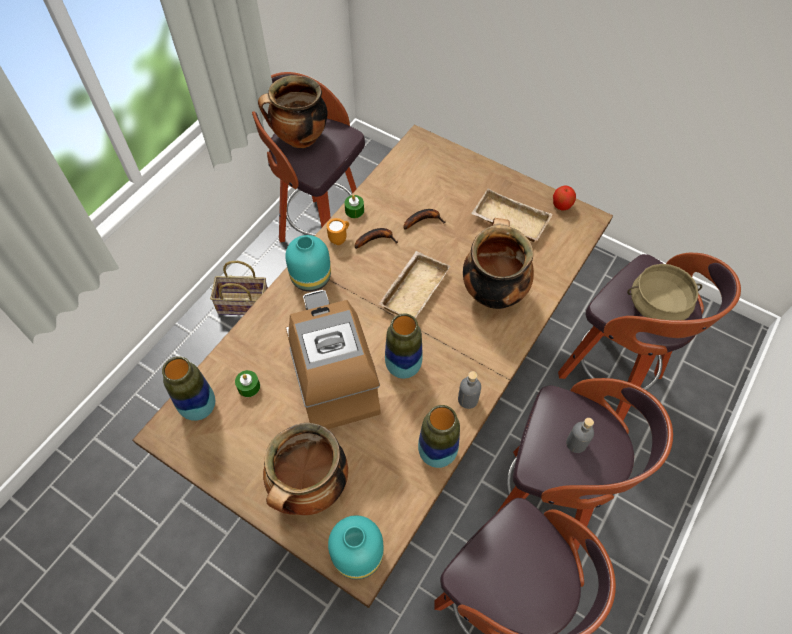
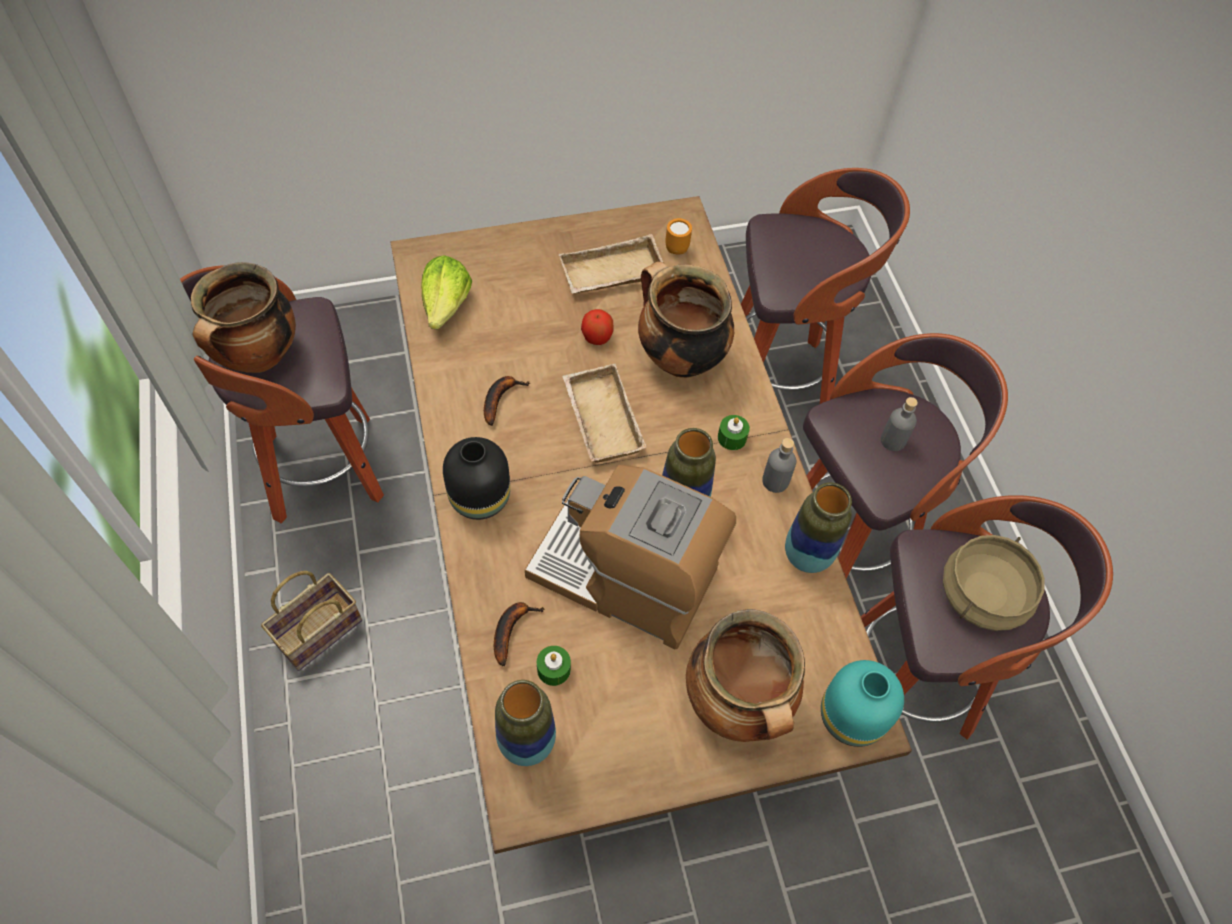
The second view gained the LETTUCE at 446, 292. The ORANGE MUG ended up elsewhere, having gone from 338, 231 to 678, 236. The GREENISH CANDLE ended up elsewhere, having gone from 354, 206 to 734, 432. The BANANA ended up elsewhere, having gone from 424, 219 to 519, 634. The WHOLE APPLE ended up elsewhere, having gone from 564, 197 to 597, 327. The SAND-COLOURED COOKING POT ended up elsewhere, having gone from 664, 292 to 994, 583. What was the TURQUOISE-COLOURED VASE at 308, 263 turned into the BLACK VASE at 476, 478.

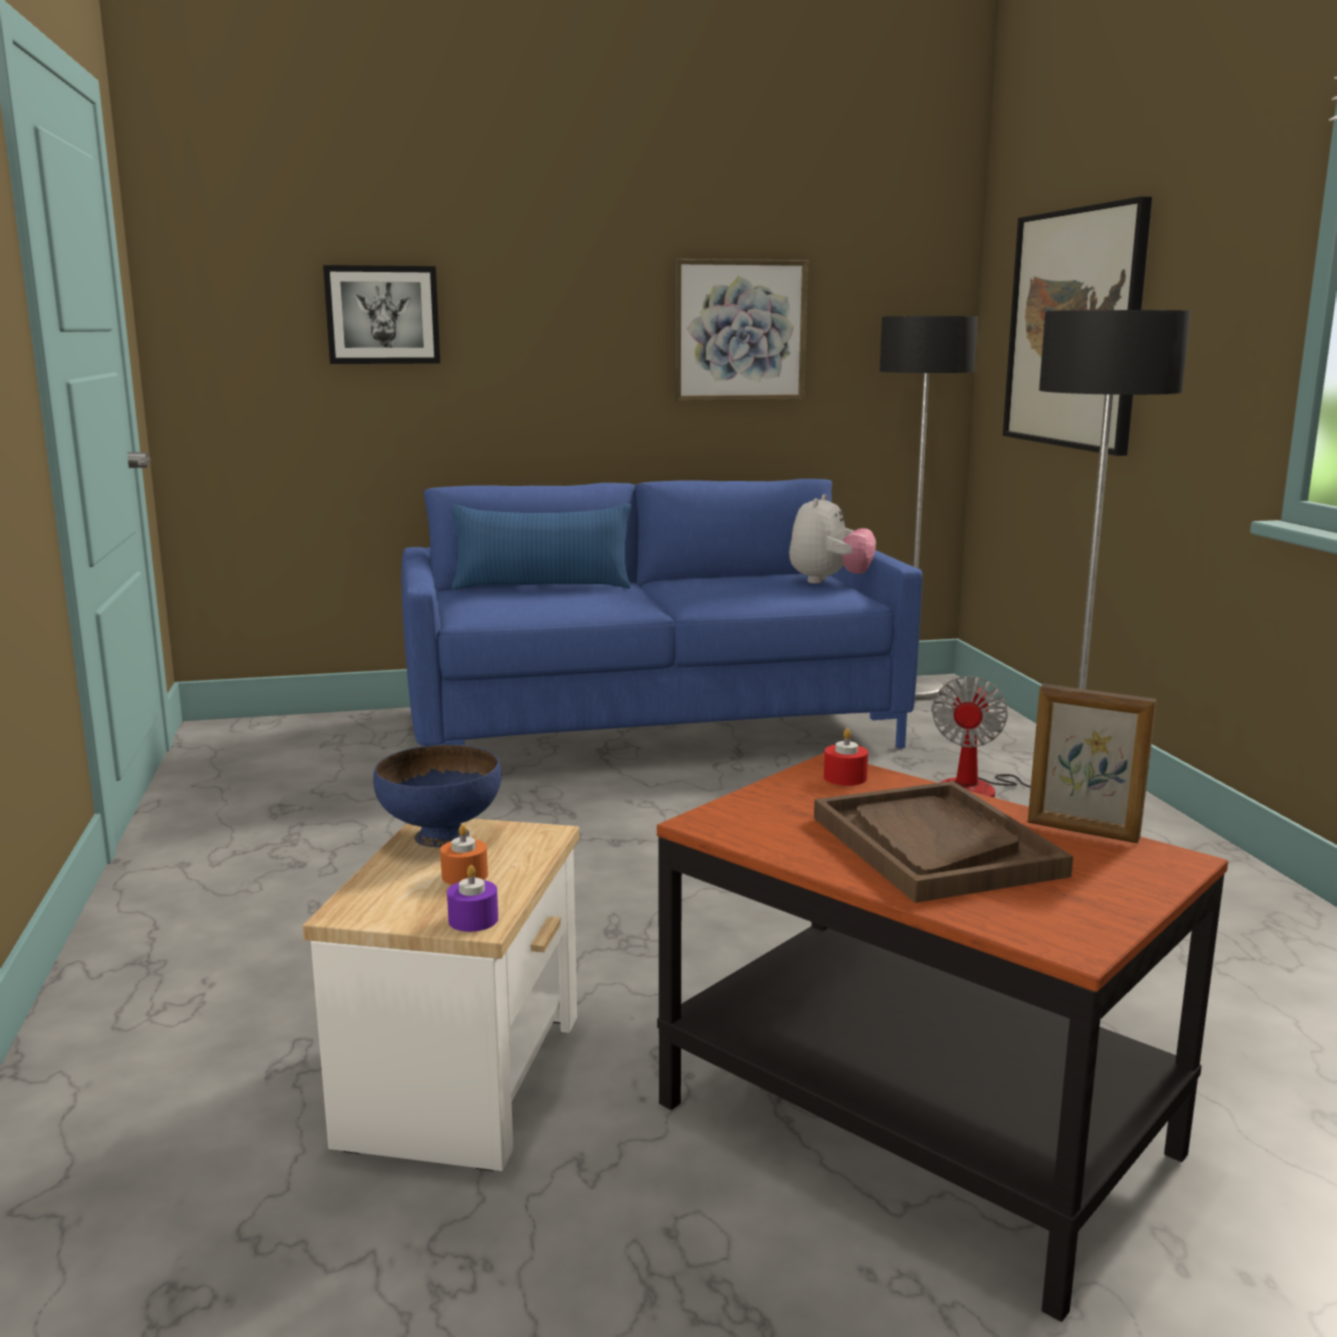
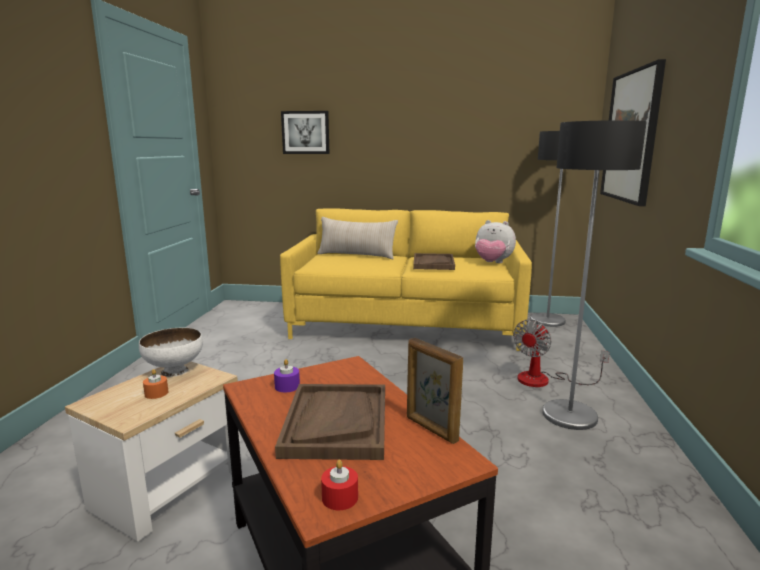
The second view lost the WALL ART at 741, 330. The second view gained the BROWN SERVING TRAY at 434, 261. The PURPLISH CANDLE ended up elsewhere, having gone from 472, 898 to 287, 375. The REDDISH CANDLE ended up elsewhere, having gone from 846, 757 to 339, 485. What was the BLUE-COLOURED BOWL at 437, 795 turned into the WHITE-COLOURED BOWL at 171, 352. What was the BLUE-COLOURED SOFA at 661, 614 turned into the YELLOW SOFA at 406, 279. What was the BLUE-COLOURED CUSHION at 541, 547 turned into the SAND-COLOURED CUSHION at 358, 238. The SOFT TOY at 832, 539 ended up facing another way, 75 degrees clockwise from before.

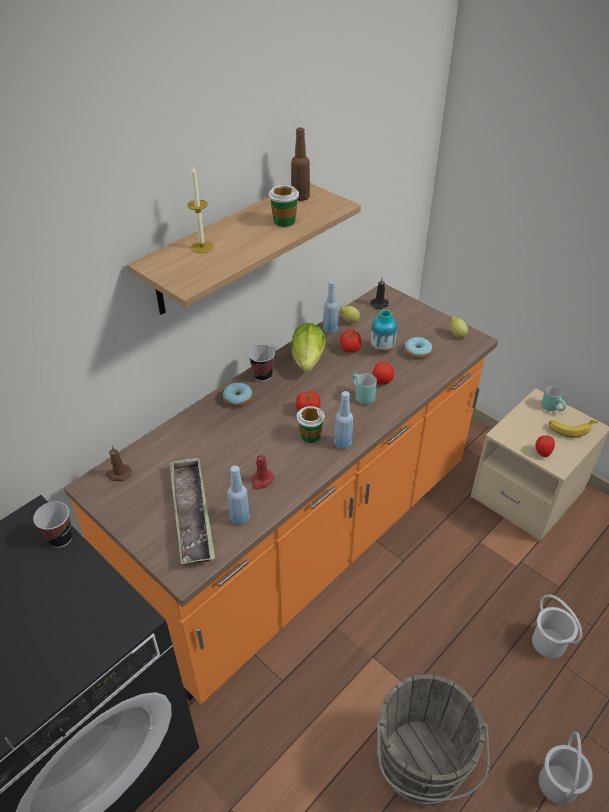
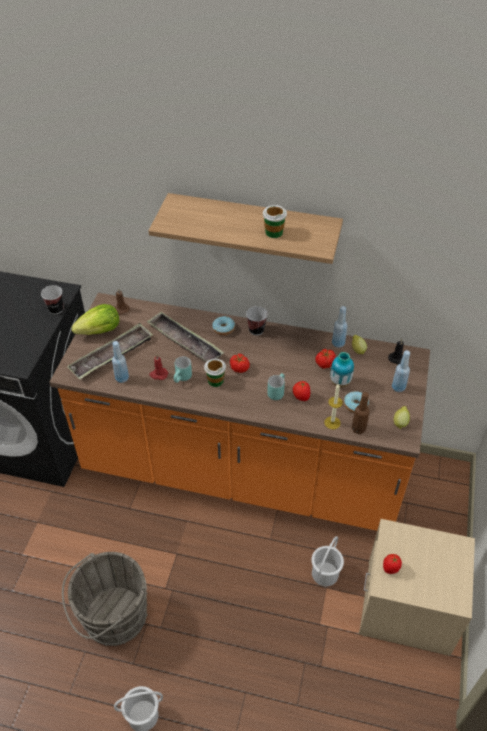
The second view lost the BANANA at 573, 429. The second view gained the SERVING TRAY at 185, 337. The CANDLE ended up elsewhere, having gone from 200, 209 to 333, 406. The BROWN DRINK BOTTLE ended up elsewhere, having gone from 300, 164 to 361, 413. The LETTUCE ended up elsewhere, having gone from 309, 347 to 95, 319. The BLUE-COLOURED DRINK BOTTLE ended up elsewhere, having gone from 343, 420 to 401, 371. The WHITE-COLOURED PAIL ended up elsewhere, having gone from 557, 626 to 327, 561. The TURQUOISE-COLOURED MUG ended up elsewhere, having gone from 553, 398 to 183, 369.

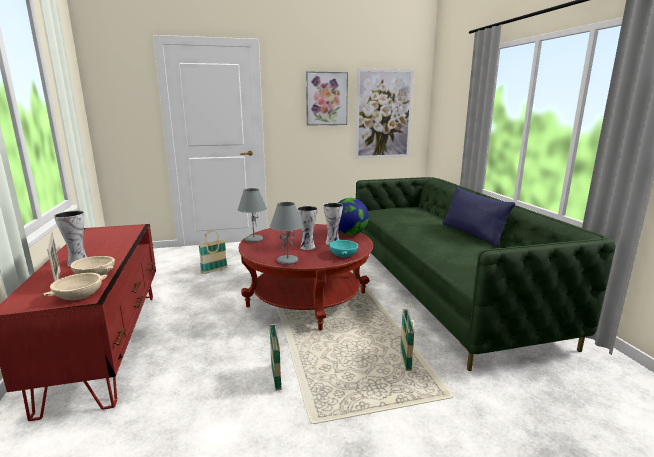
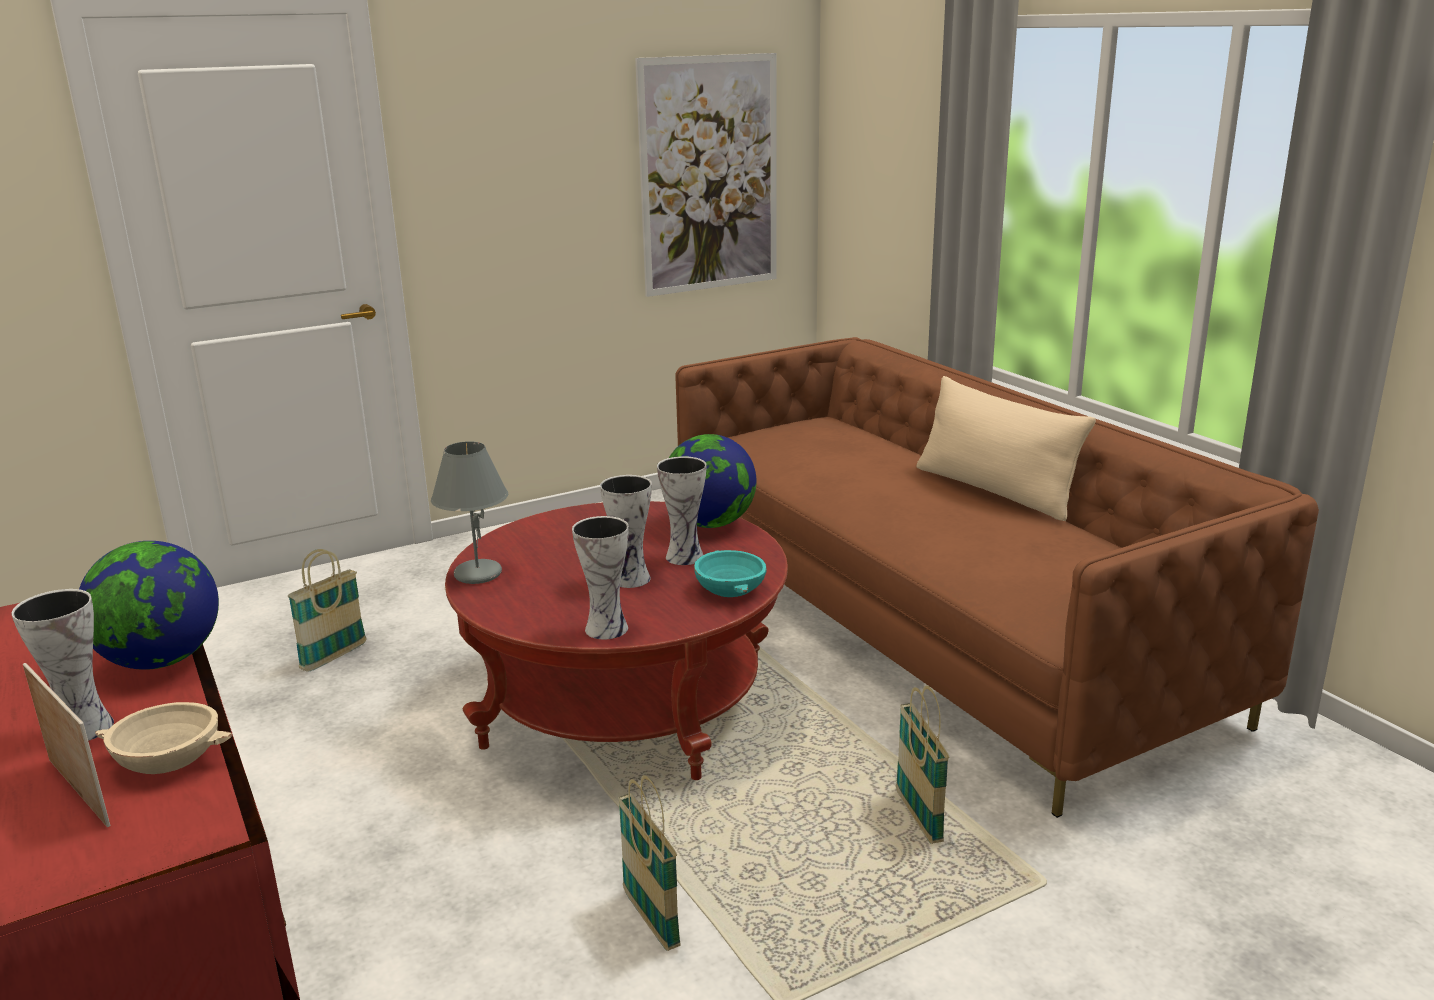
The second view lost the SAND-COLOURED BOWL at 75, 286. The second view lost the WALL ART at 327, 98. The second view gained the GLOBE at 149, 605. Where the GREY TABLE LAMP stood at 286, 233, the VASE came to stand at 600, 577. What was the GREENISH SOFA at 486, 274 turned into the BROWN SOFA at 997, 577. What was the BLUE-COLOURED CUSHION at 479, 217 turned into the SAND-COLOURED CUSHION at 1006, 448.

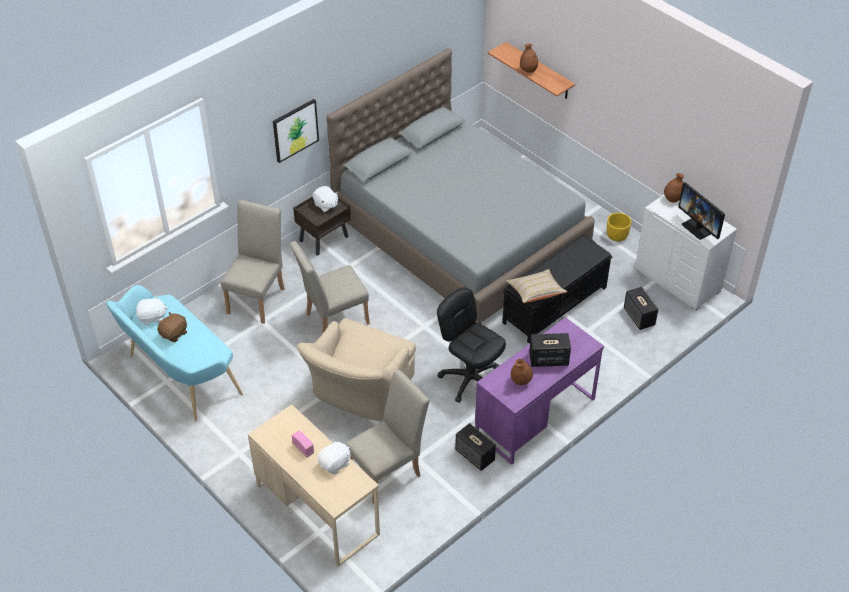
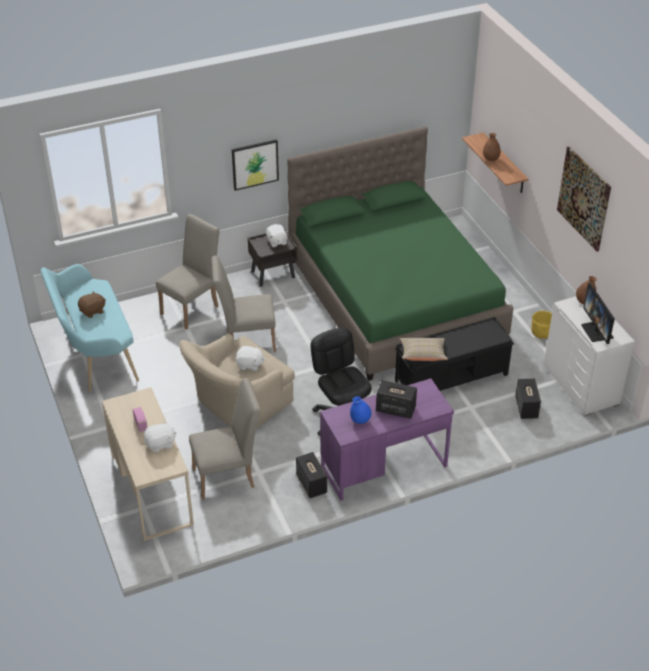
The second view gained the WALL ART at 584, 199. The WHITE-COLOURED SOFT TOY ended up elsewhere, having gone from 152, 310 to 250, 358. What was the GREY BED at 461, 186 turned into the GREENISH BED at 400, 253. What was the BROWN VASE at 522, 372 turned into the BLUE-COLOURED VASE at 360, 410.

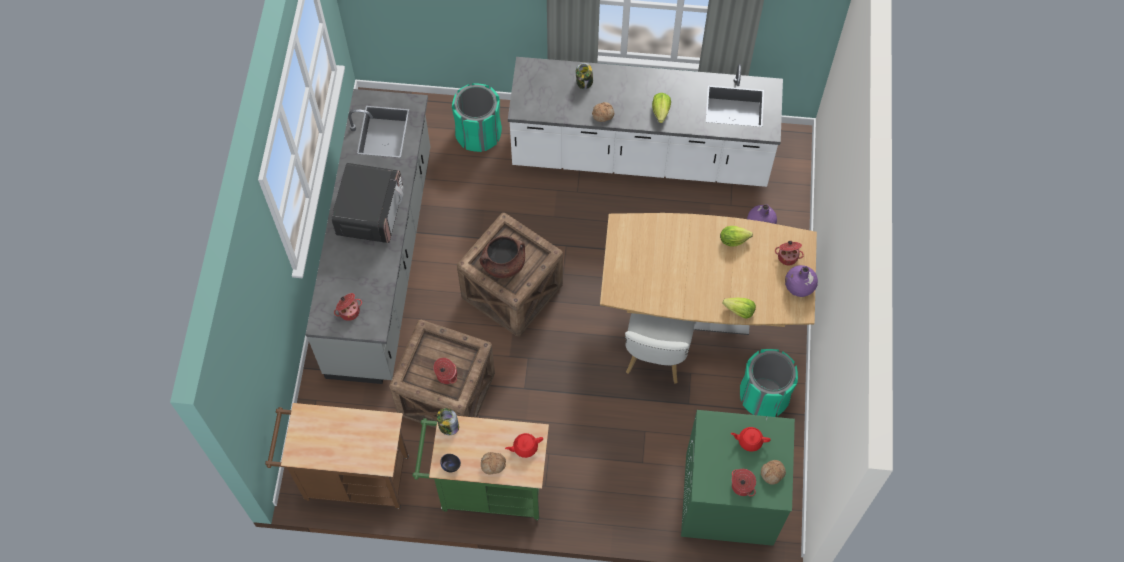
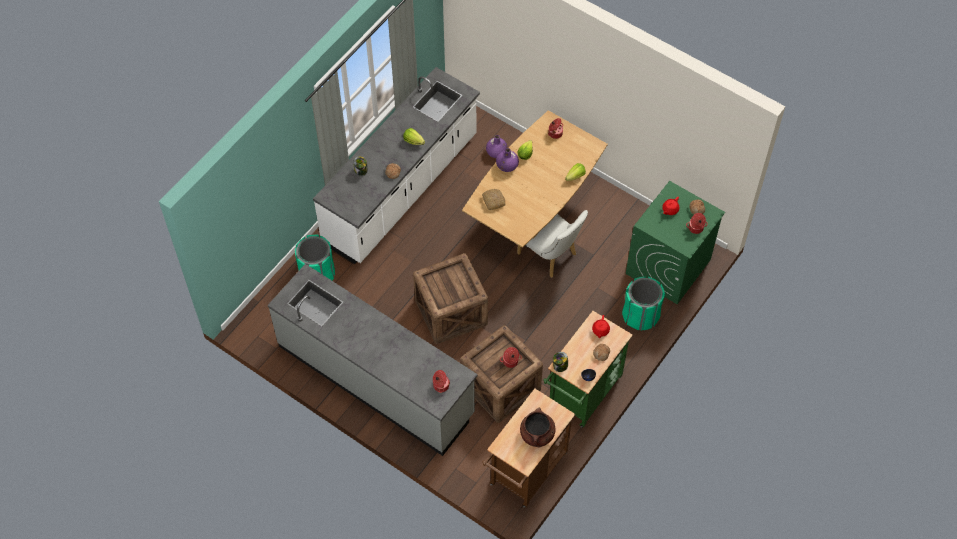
The second view lost the MICROWAVE OVEN at 367, 203. The second view gained the BAKED BREAD at 494, 199. The BROWN COOKING POT ended up elsewhere, having gone from 502, 257 to 538, 428. The GREENISH WASTE BIN ended up elsewhere, having gone from 769, 383 to 643, 303. The PURPLISH VASE ended up elsewhere, having gone from 801, 281 to 507, 160.

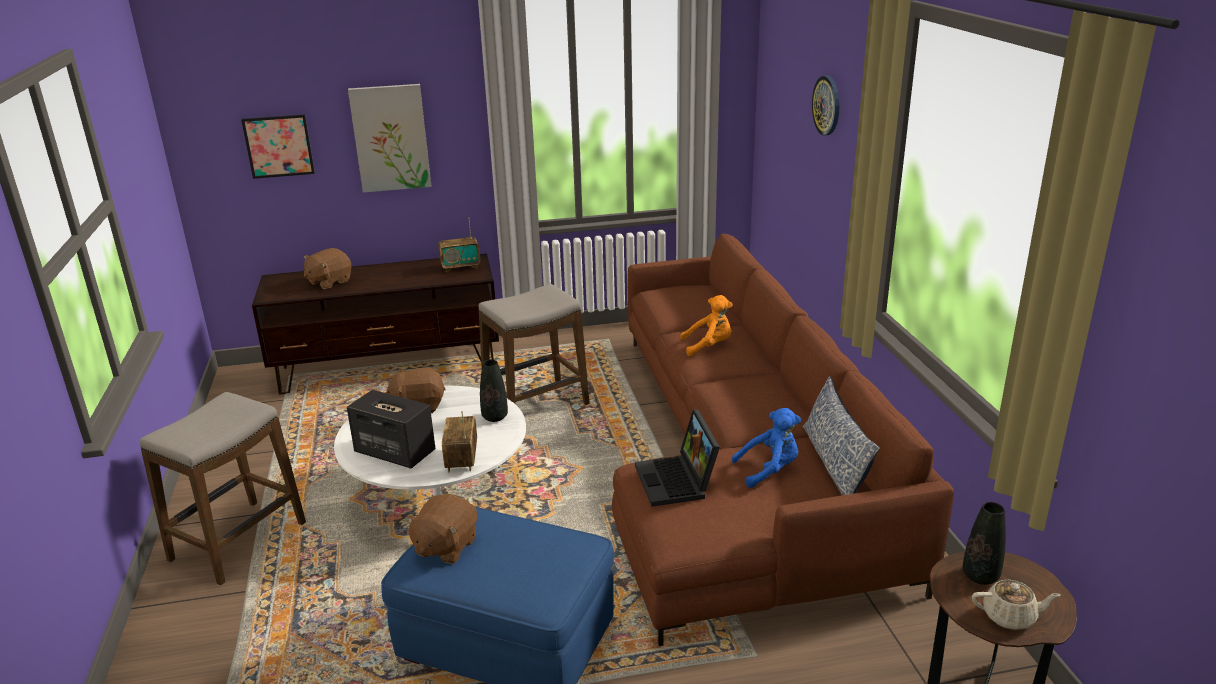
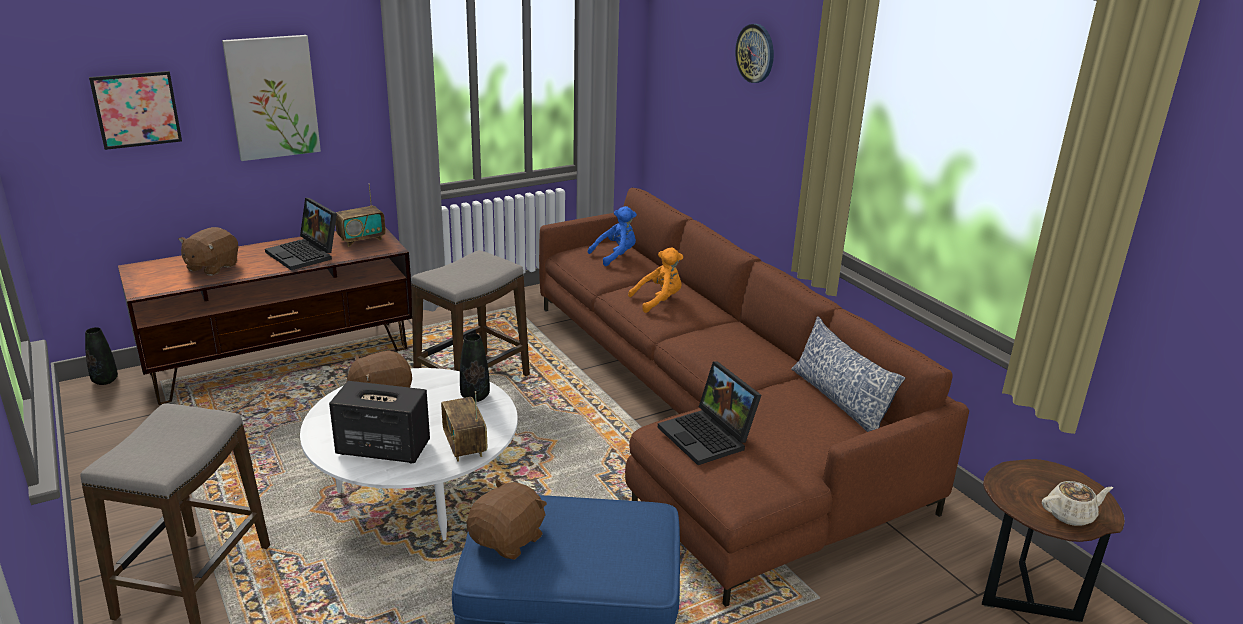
The second view gained the LAPTOP at 301, 234. The BLUE-COLOURED SOFT TOY ended up elsewhere, having gone from 766, 448 to 612, 236. The BLACK VASE ended up elsewhere, having gone from 984, 543 to 101, 356. The BROWN SOFT TOY at 441, 529 ended up facing another way, 150 degrees counterclockwise from before.

